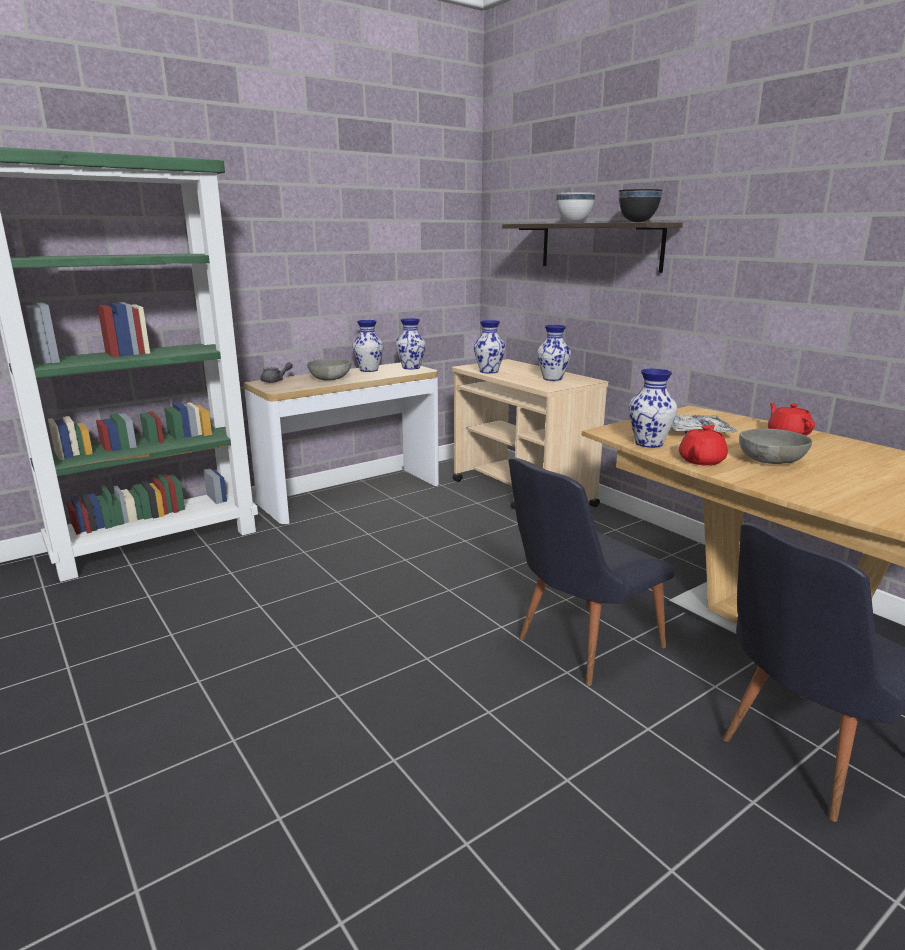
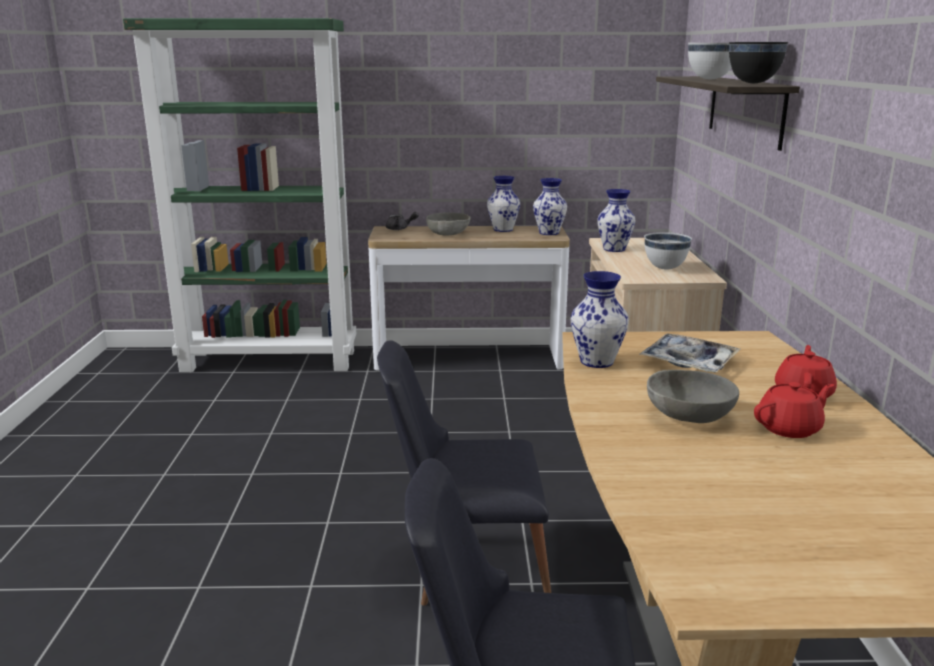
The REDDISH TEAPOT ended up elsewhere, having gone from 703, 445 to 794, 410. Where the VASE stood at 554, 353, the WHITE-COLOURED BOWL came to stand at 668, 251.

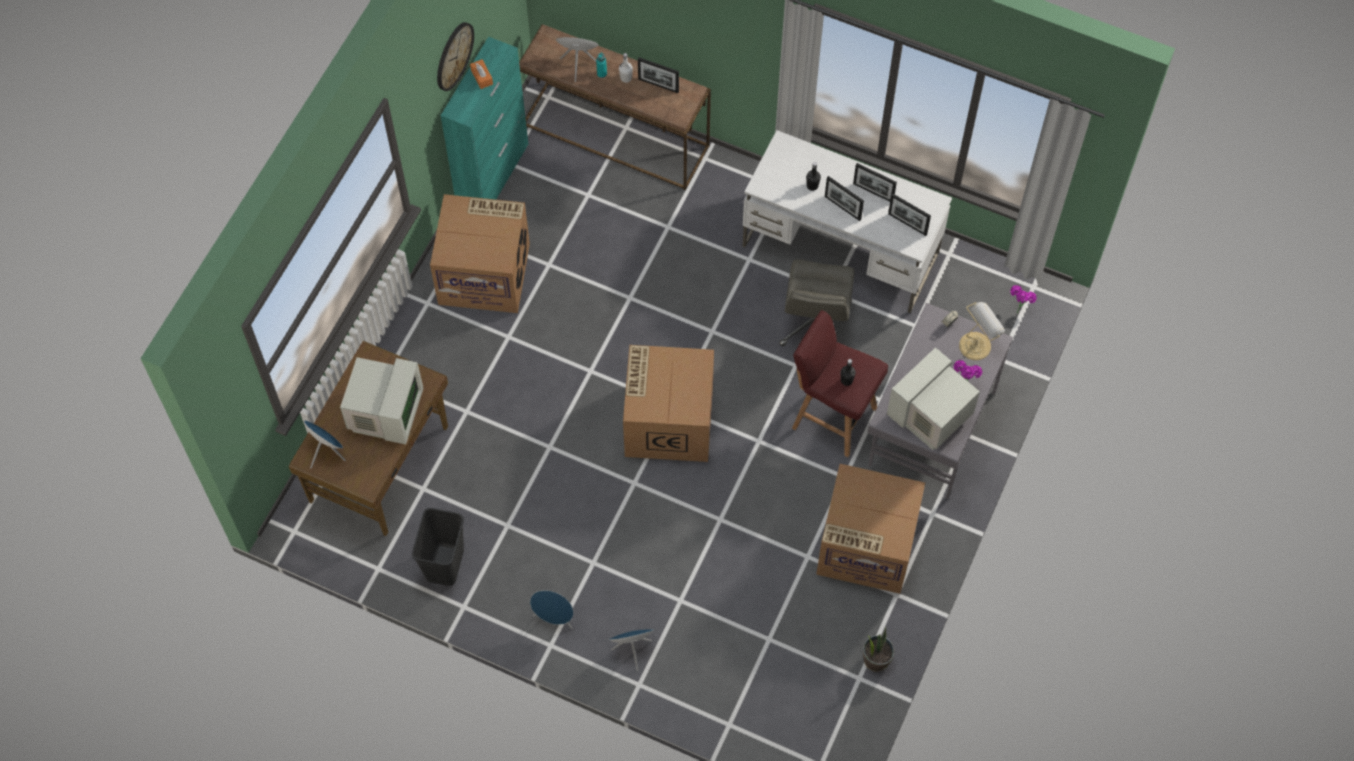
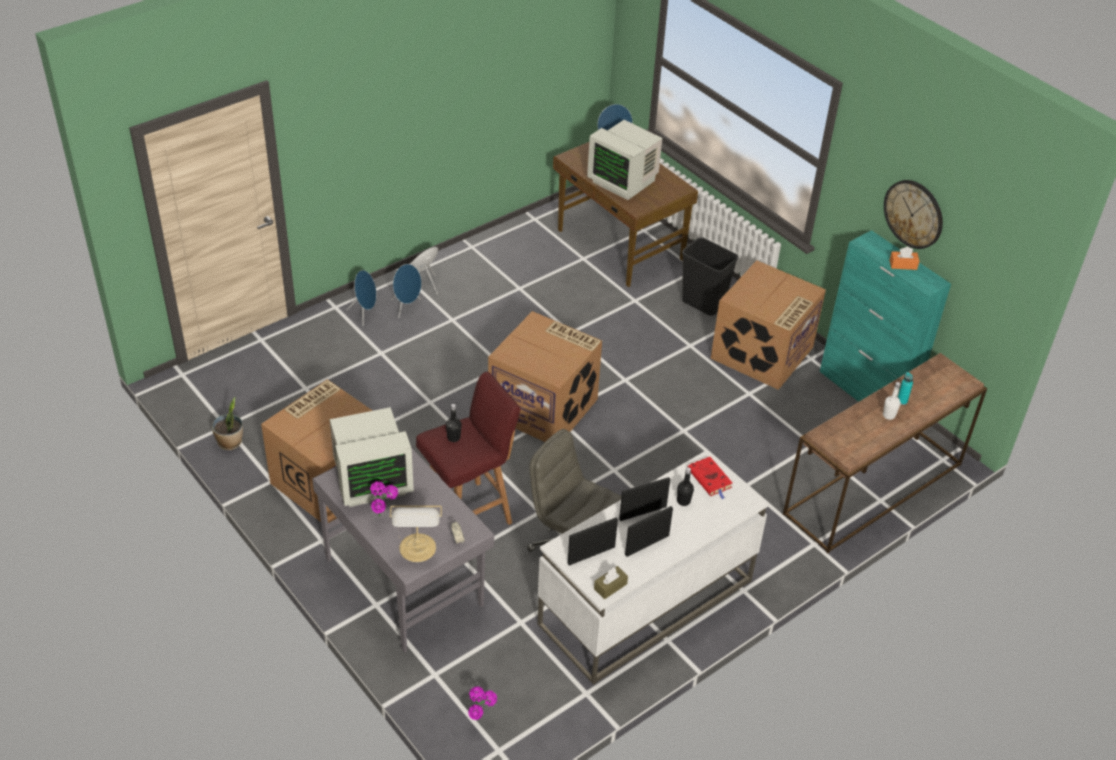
The second view lost the PICTURE FRAME at 658, 75. The second view gained the BROWN TISSUE BOX at 611, 582. The second view gained the REDDISH BOOK at 710, 478. The BLACK WASTE BIN ended up elsewhere, having gone from 438, 547 to 710, 276. The BLUE-COLOURED AUDIO SPEAKER ended up elsewhere, having gone from 577, 59 to 406, 291. The COMPUTER DISPLAY at 933, 398 ended up facing another way, 90 degrees clockwise from before.

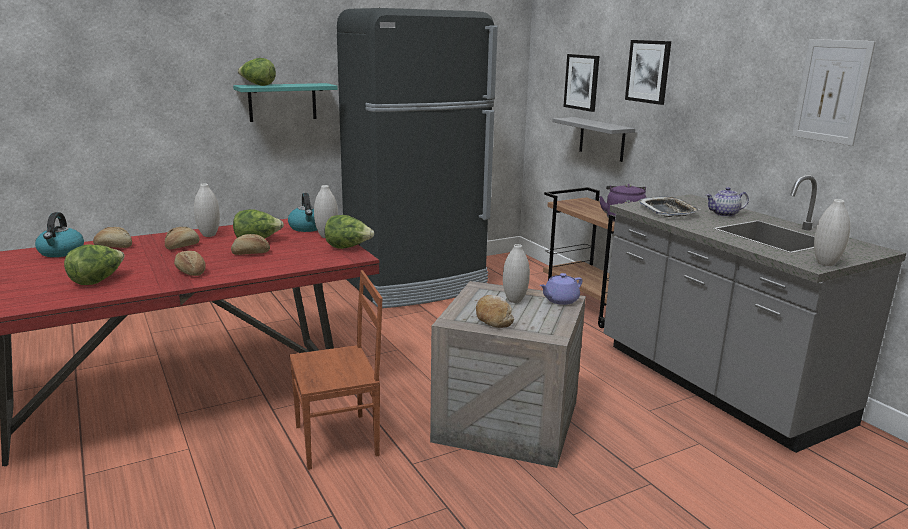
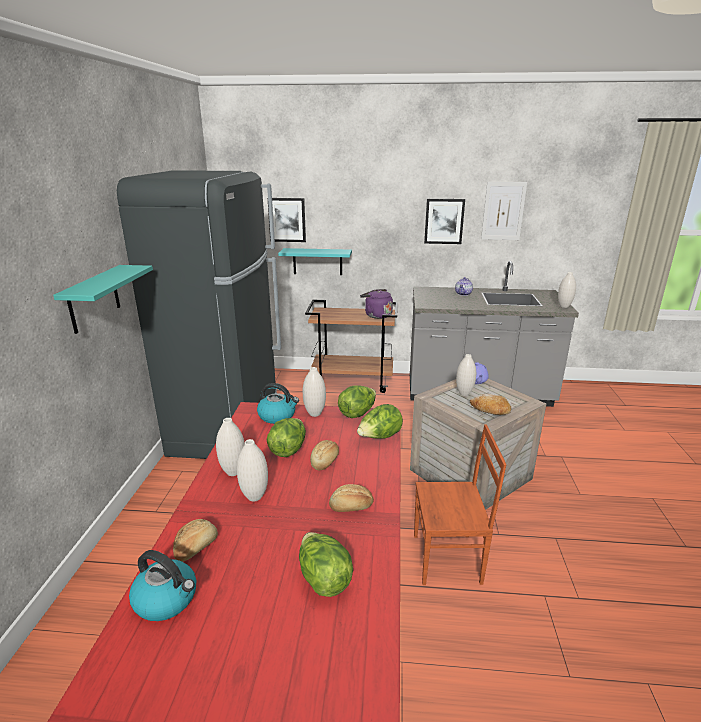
The second view lost the SERVING TRAY at 669, 206. The LETTUCE ended up elsewhere, having gone from 257, 72 to 380, 421. The WALL ART ended up elsewhere, having gone from 648, 72 to 444, 221. Where the BAKED BREAD stood at 182, 238, the WHITE-COLOURED VASE came to stand at 252, 470. What was the GREY BRACKET SHELF at 593, 139 turned into the TURQUOISE-COLOURED BRACKET SHELF at 315, 261. The BROWN PLAIN CHAIR at 336, 370 ended up facing another way, 75 degrees clockwise from before.

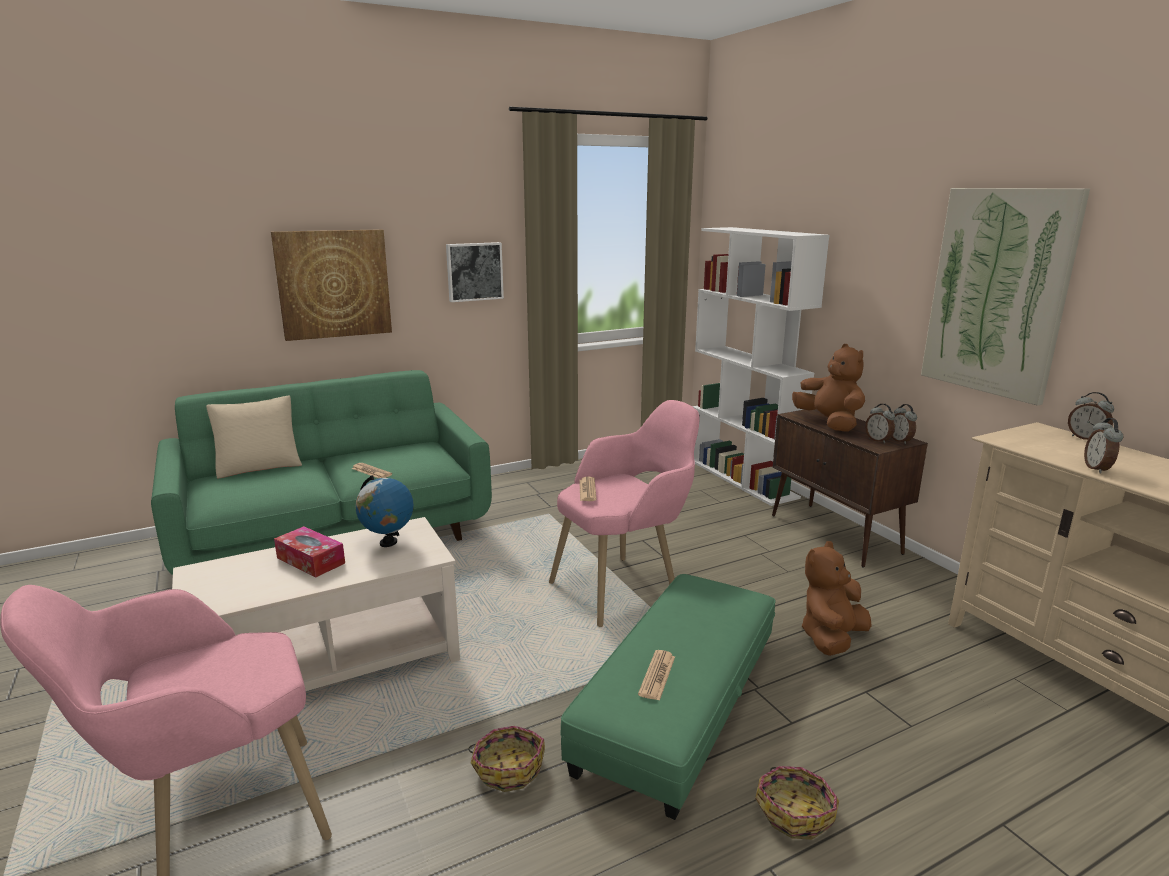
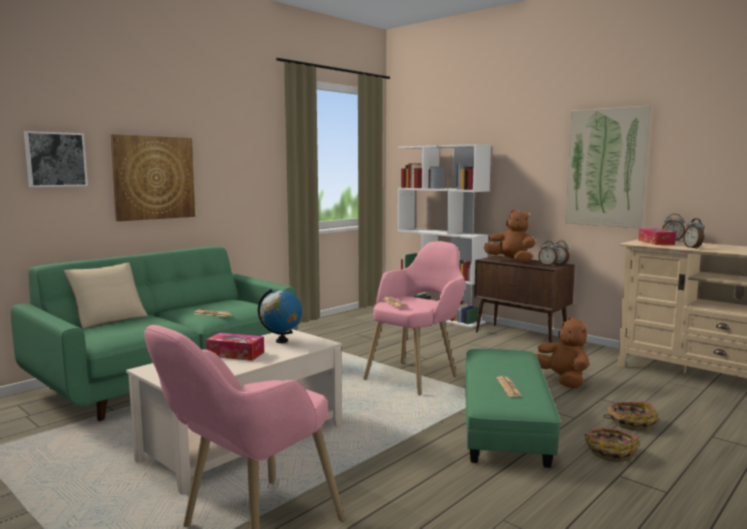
The second view gained the TISSUE BOX at 657, 236. The WALL ART ended up elsewhere, having gone from 475, 272 to 56, 159. The STORAGE BASKET ended up elsewhere, having gone from 506, 759 to 631, 416. The BROWN SOFT TOY at 836, 598 ended up facing another way, 135 degrees clockwise from before.

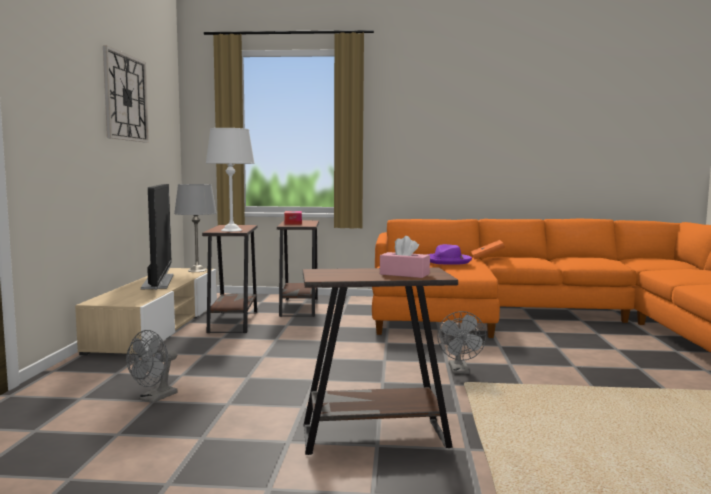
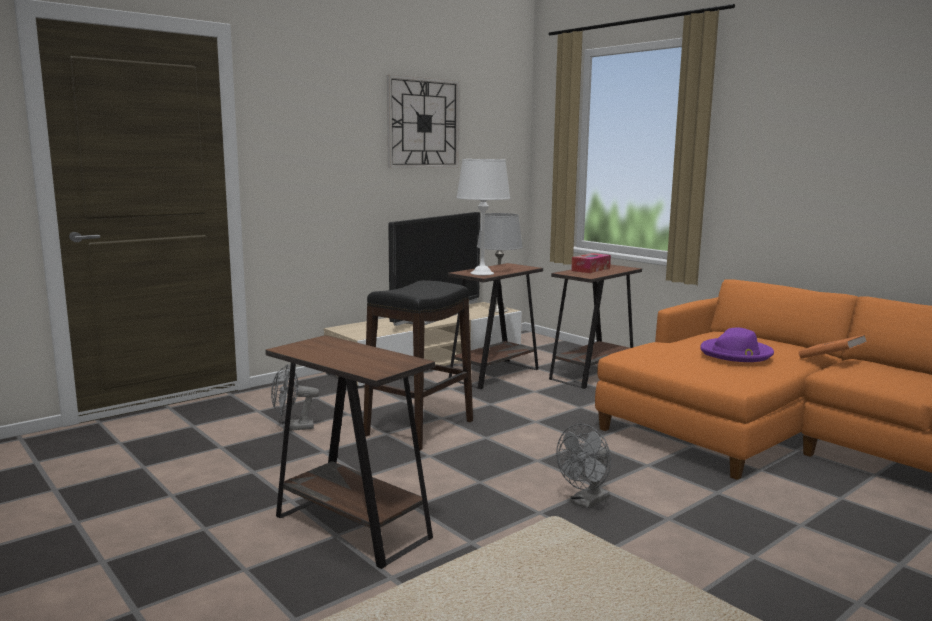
The second view lost the PINK-COLOURED TISSUE BOX at 405, 257. The second view gained the BLACK SITTING STOOL at 418, 365.

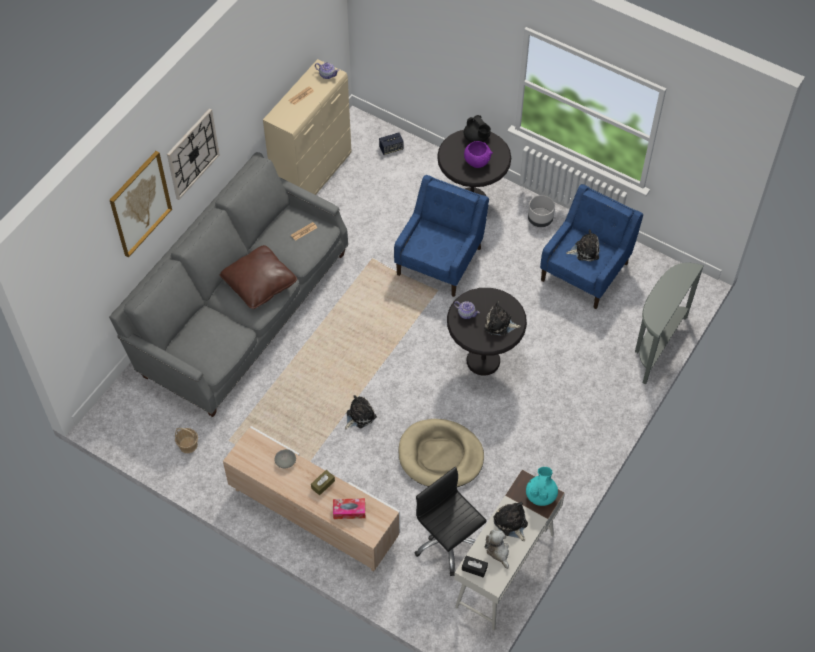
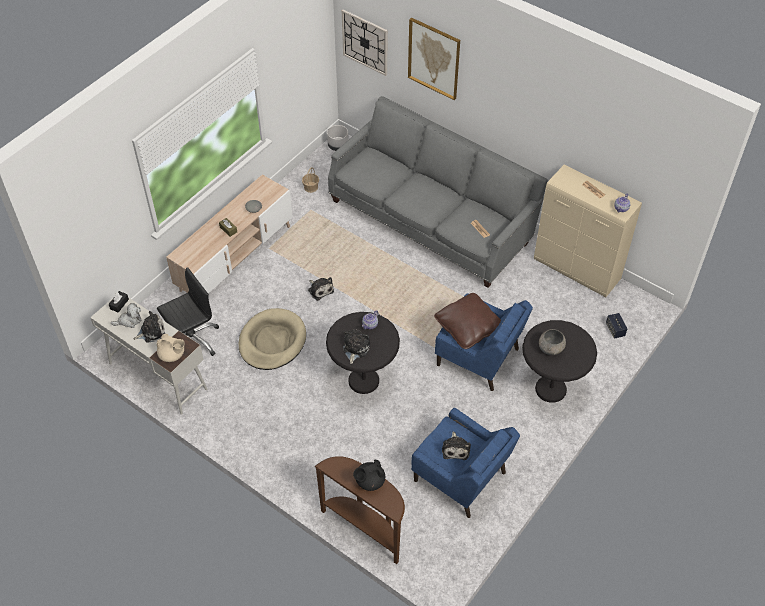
The second view lost the TISSUE BOX at 349, 508. The CLOCK ON THE WALL ended up elsewhere, having gone from 193, 154 to 364, 42. The BROWN CUSHION ended up elsewhere, having gone from 258, 277 to 467, 321. The BLACK TEAPOT ended up elsewhere, having gone from 477, 128 to 369, 475. The GREY FLOWER POT ended up elsewhere, having gone from 541, 211 to 338, 138. What was the PURPLISH BOWL at 478, 154 turned into the GREY BOWL at 552, 342. What was the TURQUOISE-COLOURED TEAPOT at 542, 486 turned into the SAND-COLOURED TEAPOT at 170, 348. What was the GREY CONSOLE TABLE at 669, 324 turned into the BROWN CONSOLE TABLE at 359, 510.

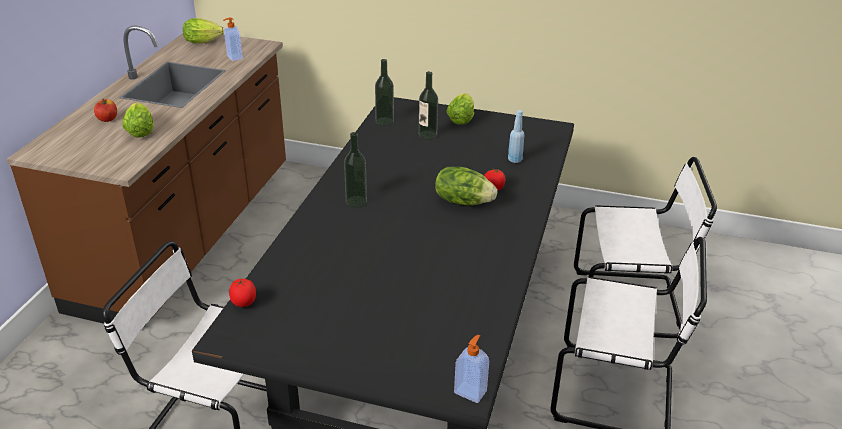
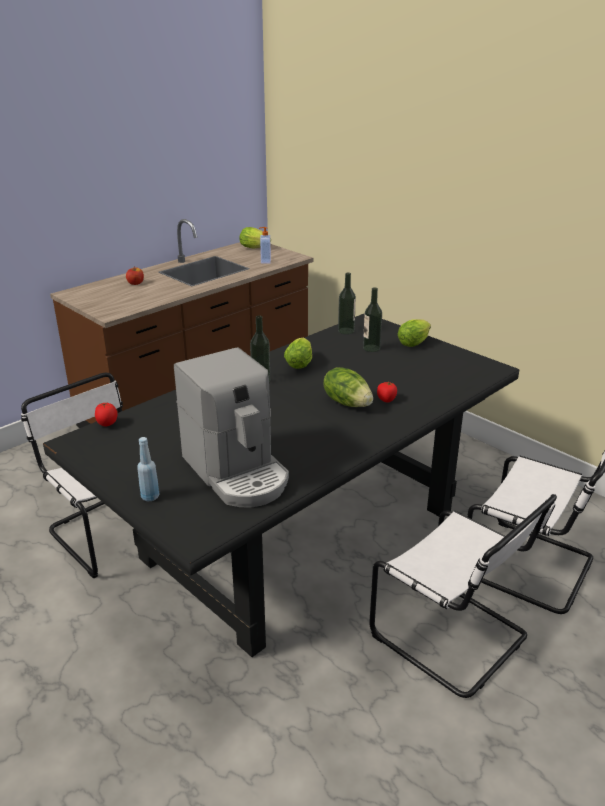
The second view lost the SOAP BOTTLE at 471, 369. The second view gained the COFFEE MAKER at 231, 427. The LETTUCE ended up elsewhere, having gone from 138, 120 to 298, 353. The BLUE-COLOURED DRINK BOTTLE ended up elsewhere, having gone from 516, 136 to 148, 469.

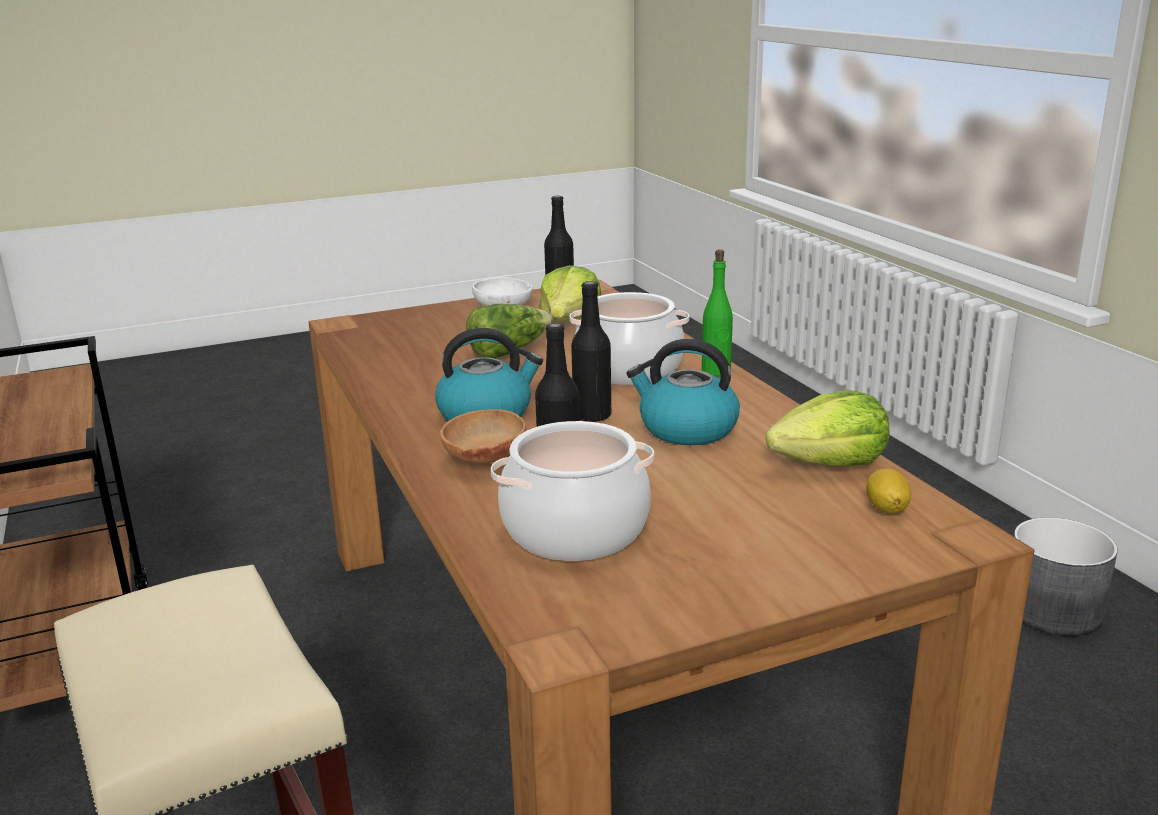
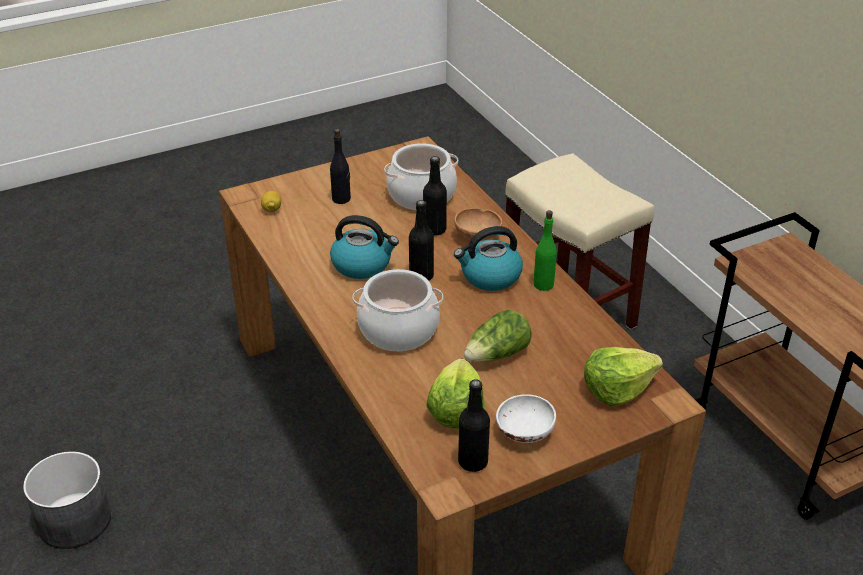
The second view gained the BLACK DRINK BOTTLE at 340, 166. The GREENISH DRINK BOTTLE ended up elsewhere, having gone from 717, 312 to 545, 250. The LETTUCE ended up elsewhere, having gone from 827, 428 to 623, 376.

